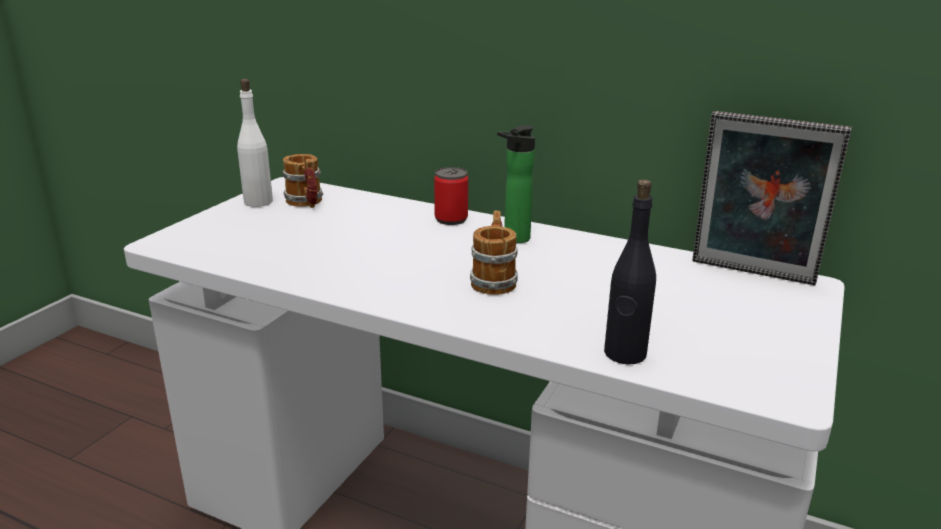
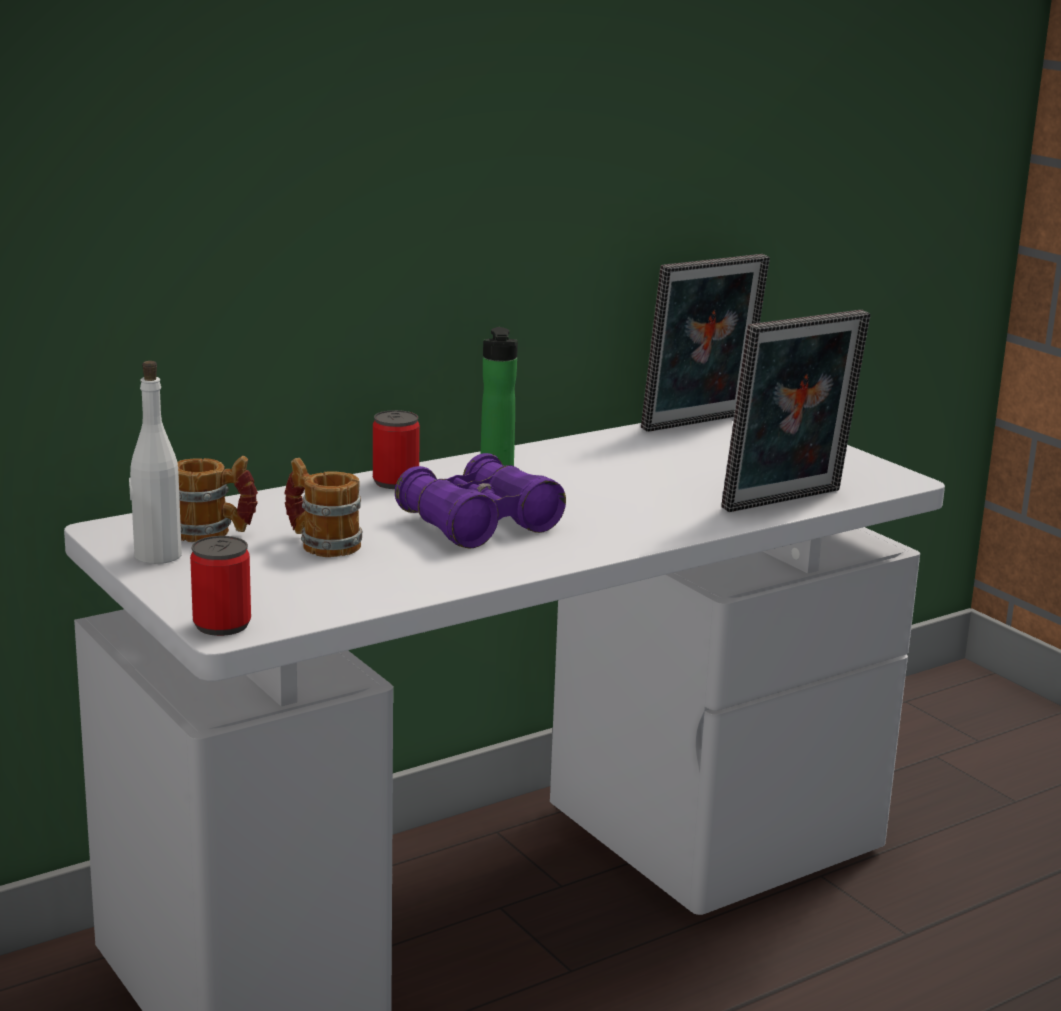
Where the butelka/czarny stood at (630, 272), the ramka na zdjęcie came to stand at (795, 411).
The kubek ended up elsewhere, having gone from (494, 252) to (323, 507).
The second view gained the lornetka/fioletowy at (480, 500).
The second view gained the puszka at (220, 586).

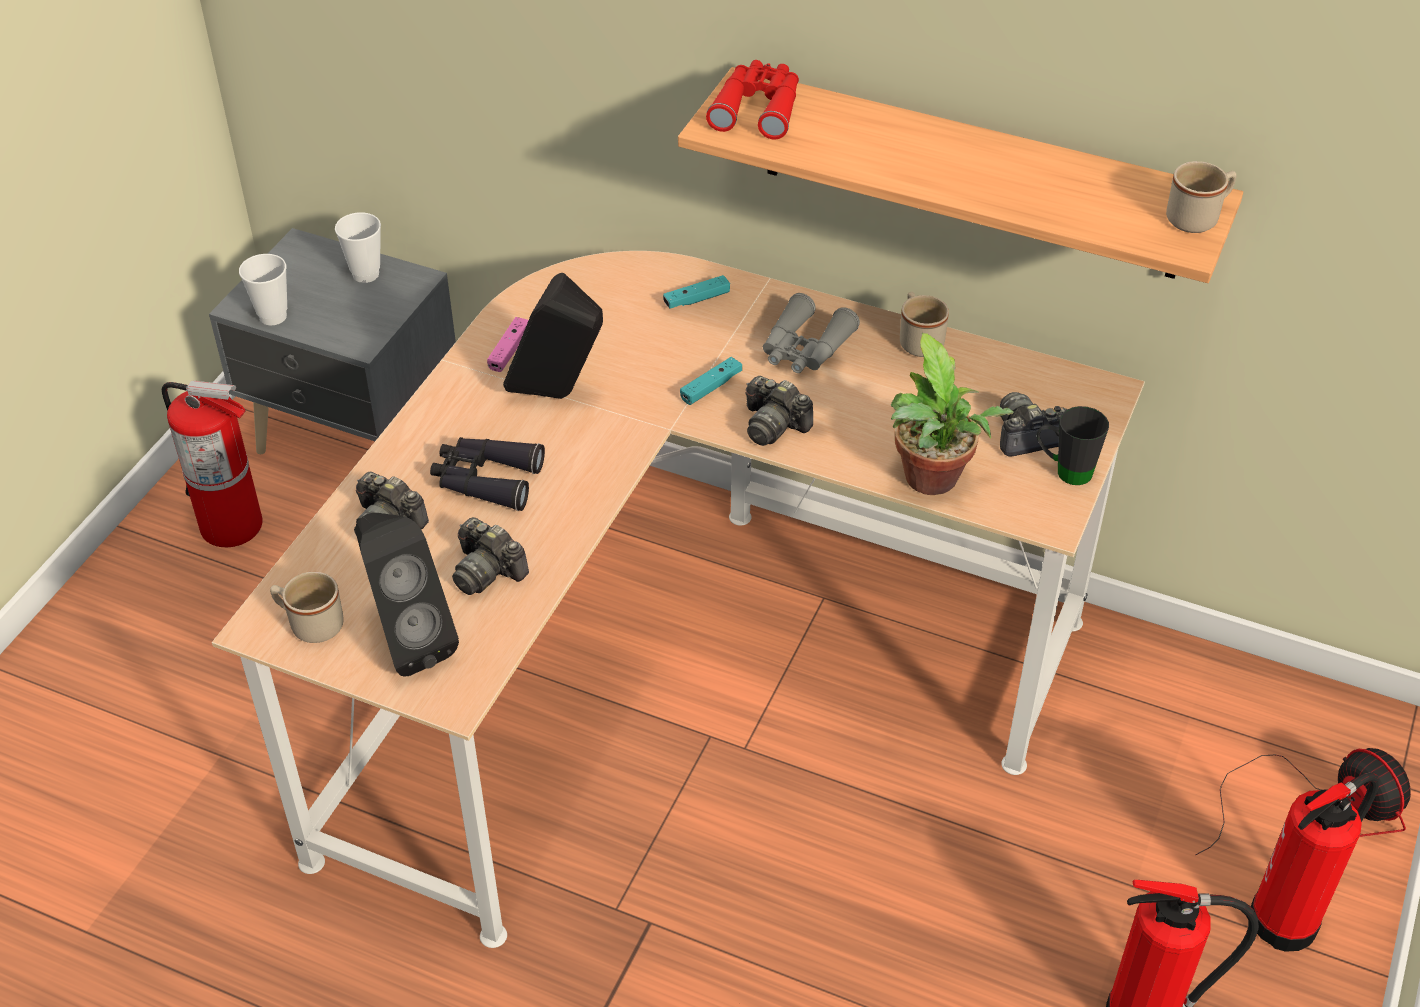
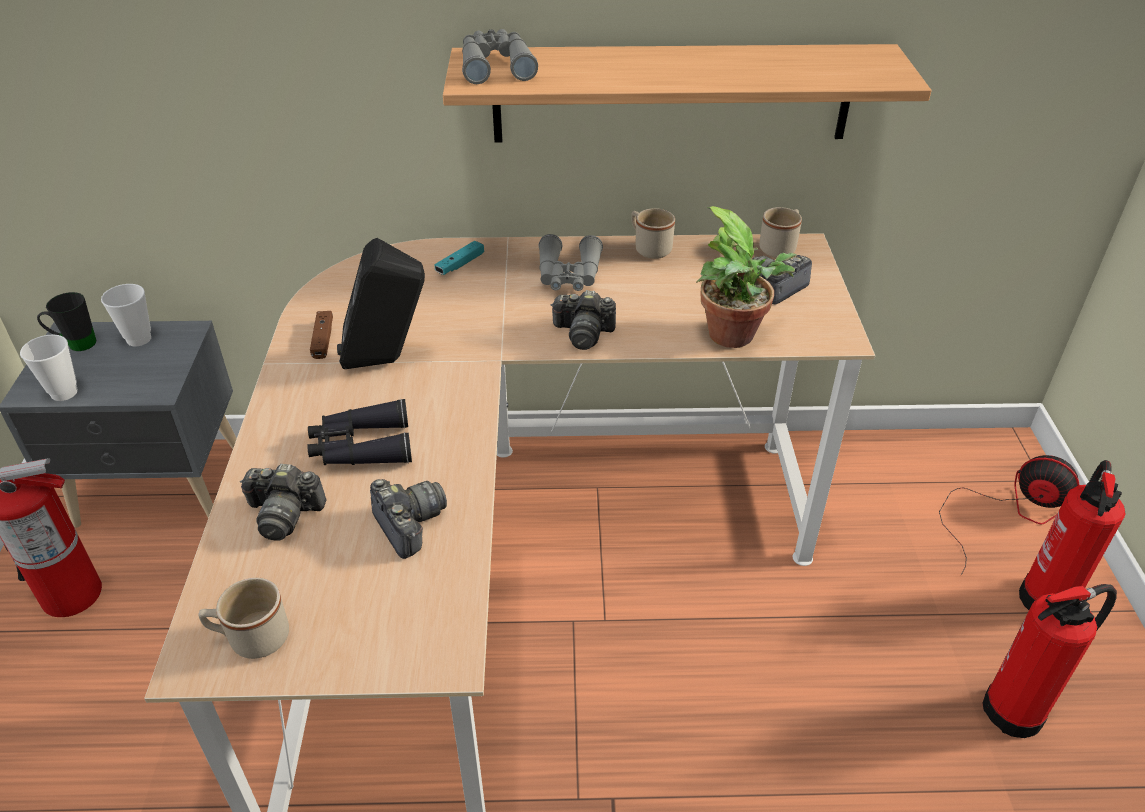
What was the lornetka/czerwony at (752, 100) turned into the lornetka/szary at (500, 56).
The kubek/beżowy ended up elsewhere, having gone from (1201, 197) to (780, 232).
What was the pad do gier/różowy at (507, 344) turned into the pad do gier/brązowy at (321, 335).
The second view lost the pad do gier/turkusowy at (711, 381).
The kubek/czarny ended up elsewhere, having gone from (1073, 445) to (66, 321).
The second view lost the głośnik/czarny at (407, 595).
The aparat fotograficzny at (490, 556) ended up facing another way, 135 degrees counterclockwise from before.

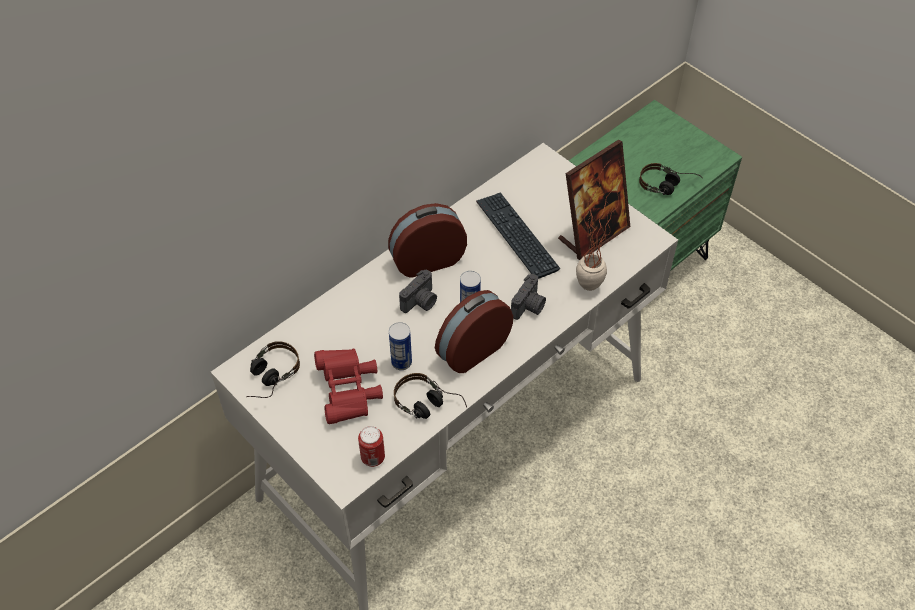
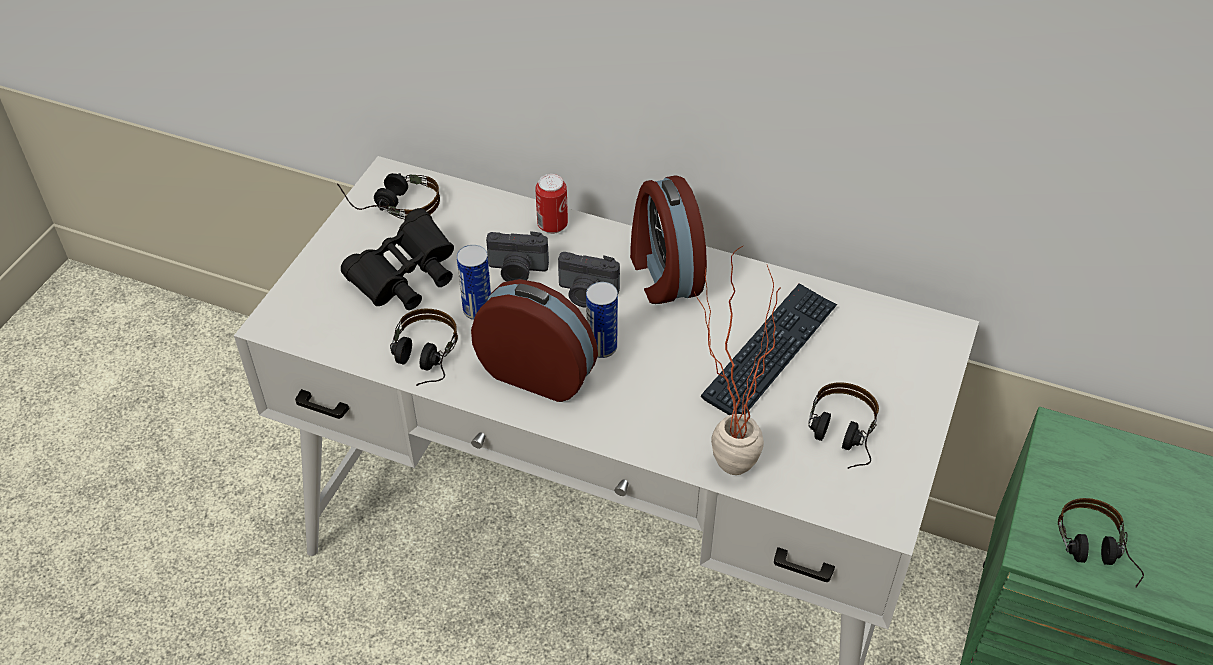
Where the ramka na zdjęcie stood at (594, 200), the słuchawki came to stand at (843, 425).
The budzik at (427, 240) ended up facing another way, 150 degrees counterclockwise from before.
The aparat fotograficzny ended up elsewhere, having gone from (528, 297) to (517, 256).
What was the lornetka/czerwony at (348, 386) turned into the lornetka/czarny at (397, 259).
The puszka ended up elsewhere, having gone from (371, 446) to (551, 204).

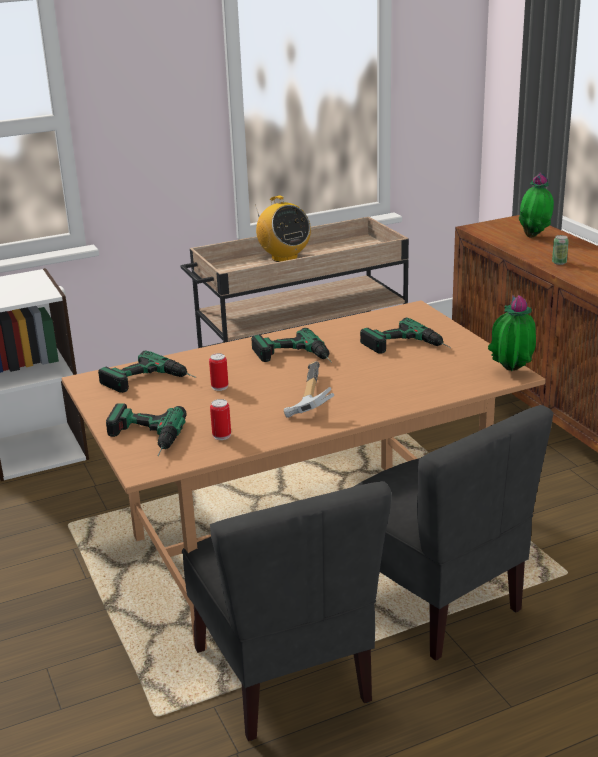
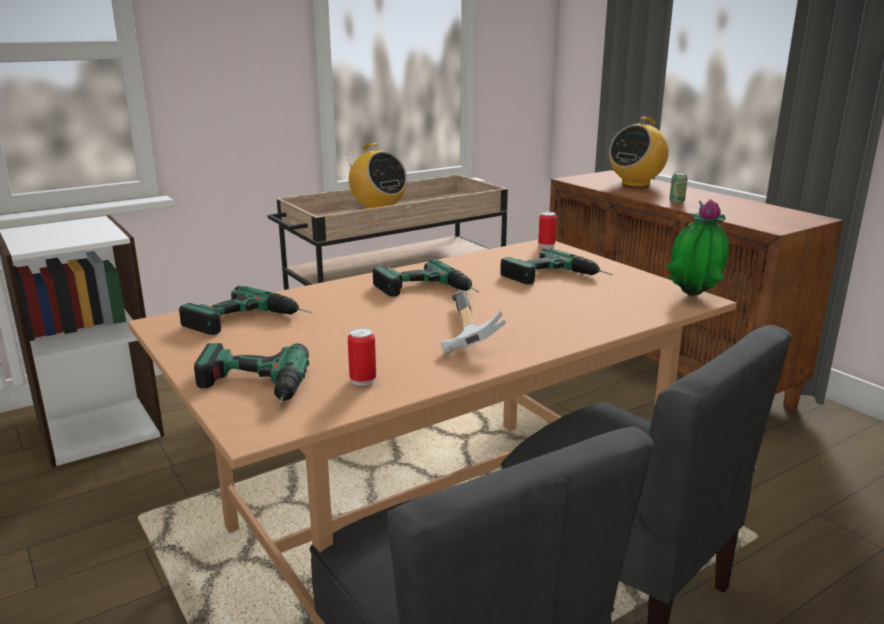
Where the roślina doniczkowa stood at (536, 205), the radio came to stand at (639, 152).
The puszka ended up elsewhere, having gone from (218, 372) to (547, 230).

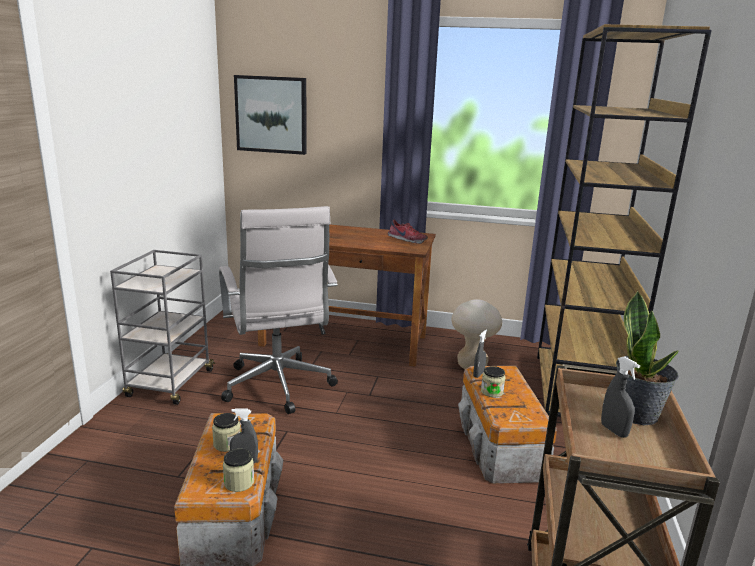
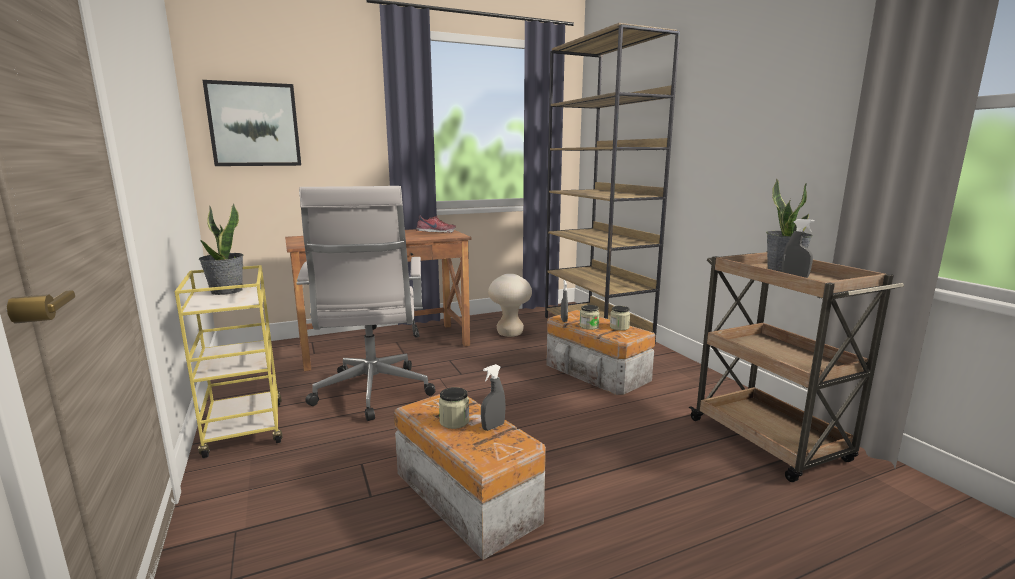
The krzesło biurowe/biały at (278, 310) ended up facing another way, 45 degrees clockwise from before.
What was the wózek/szary at (162, 327) turned into the wózek/żółty at (229, 361).
The słoik ended up elsewhere, having gone from (238, 470) to (620, 318).
The second view gained the roślina doniczkowa at (221, 249).

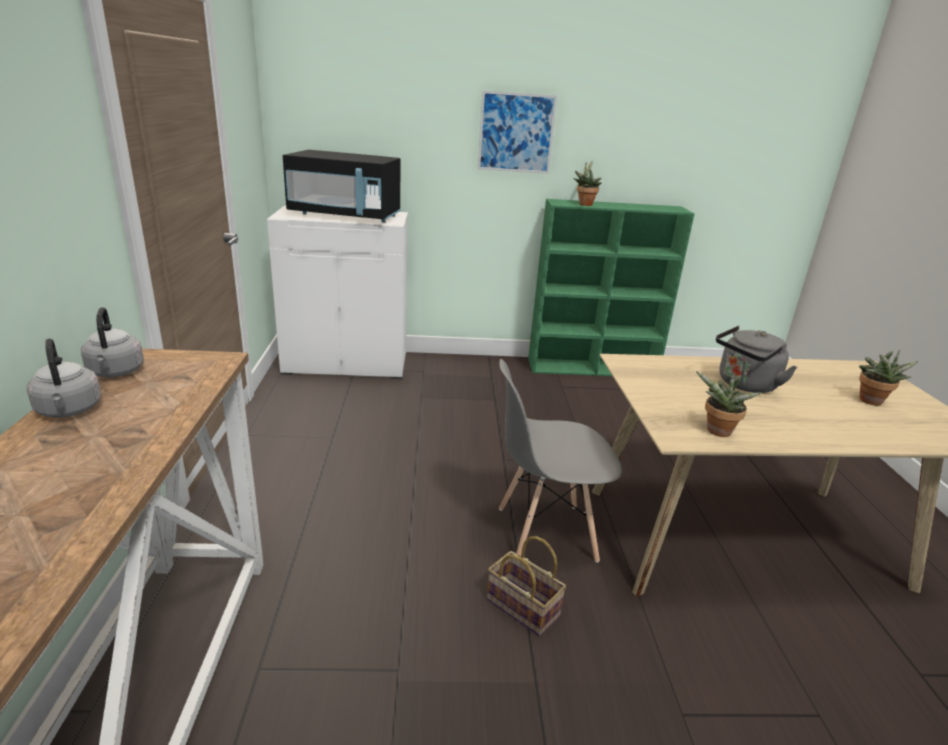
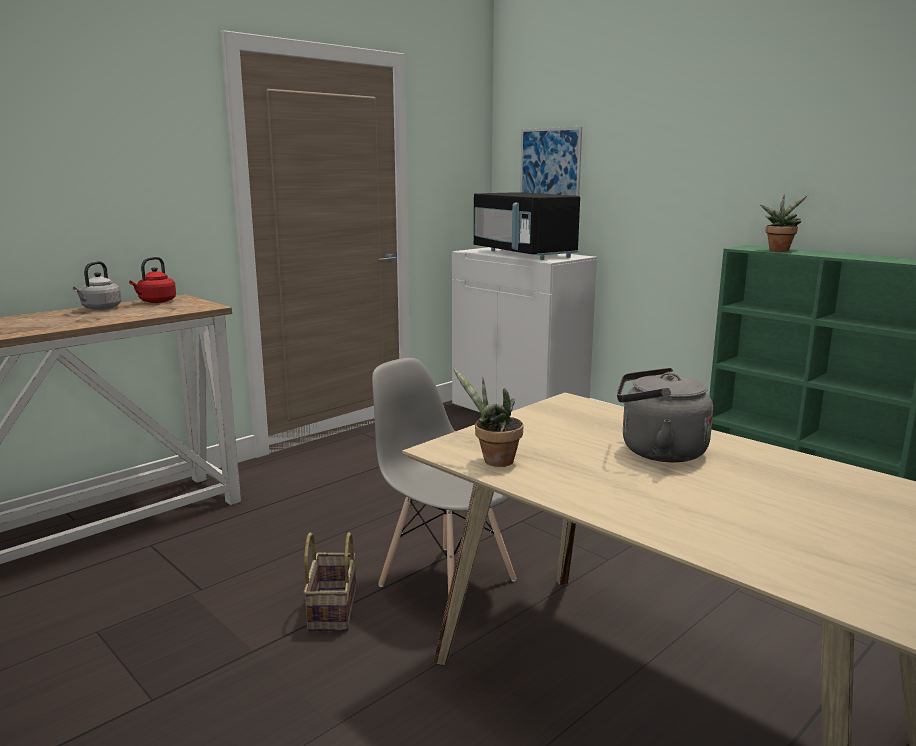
The obraz ended up elsewhere, having gone from (517, 132) to (551, 161).
What was the czajnik/szary at (112, 342) turned into the czajnik/czerwony at (152, 280).
The second view lost the roślina doniczkowa at (888, 378).

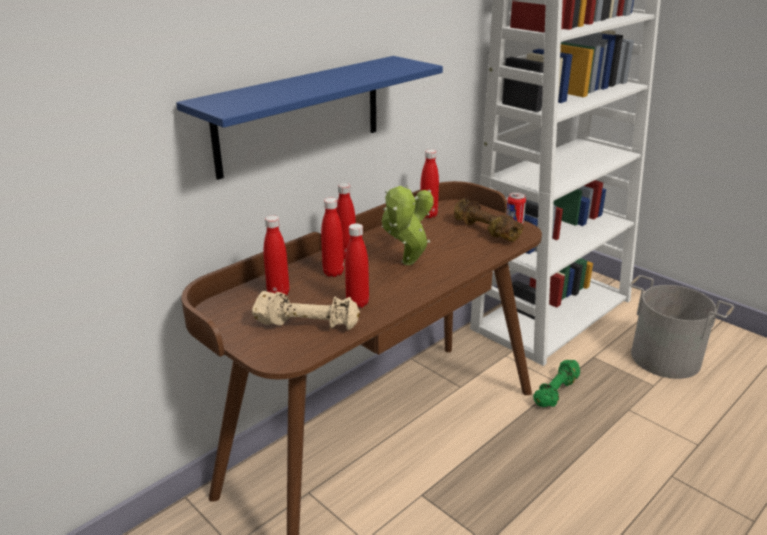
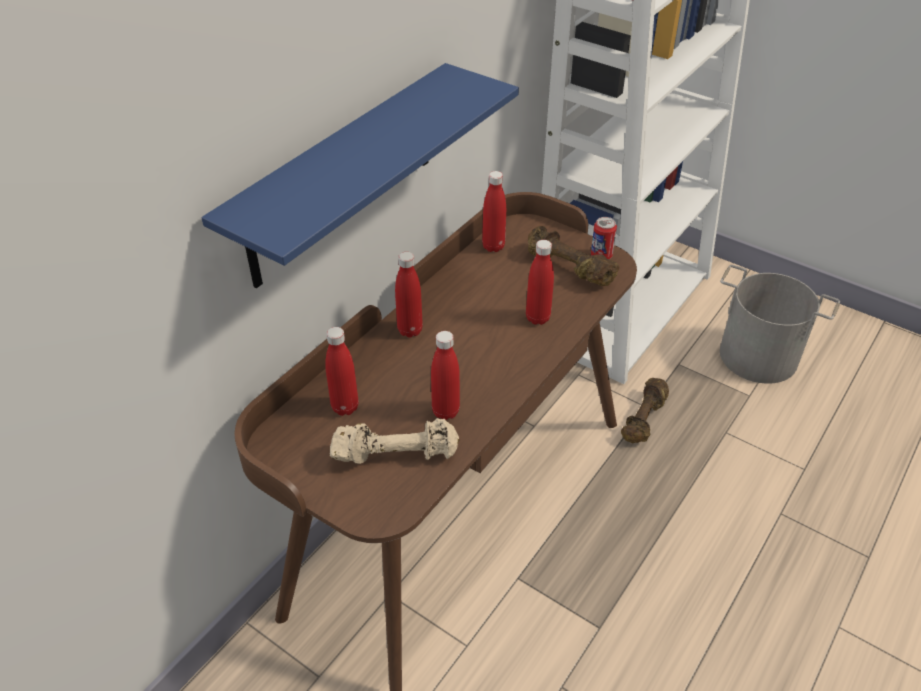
The second view lost the roślina doniczkowa at (408, 225).
The butelka/czerwony ended up elsewhere, having gone from (332, 237) to (540, 282).
What was the hantel/zielony at (556, 383) turned into the hantel/brązowy at (645, 410).

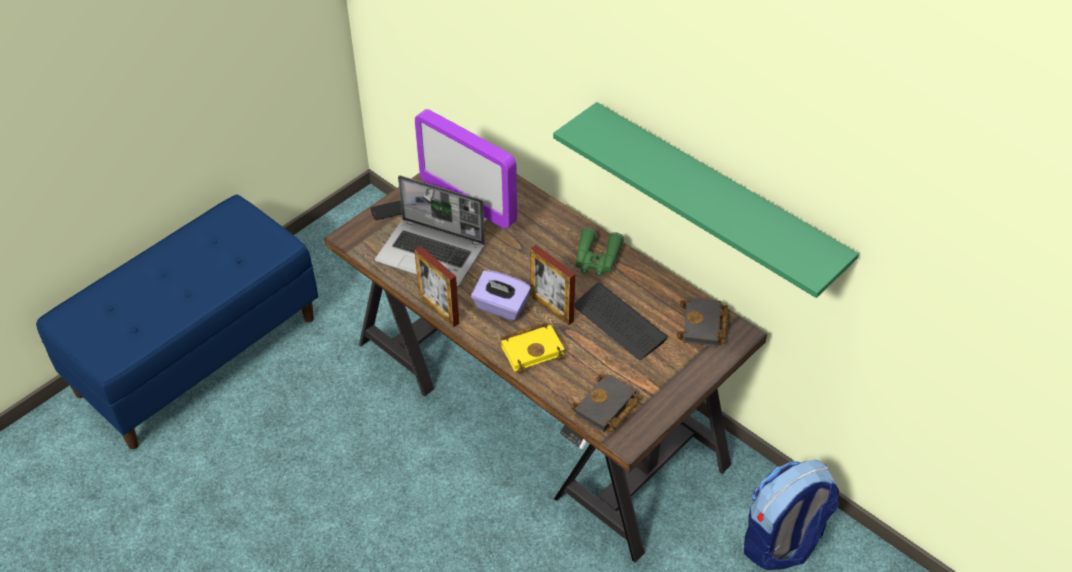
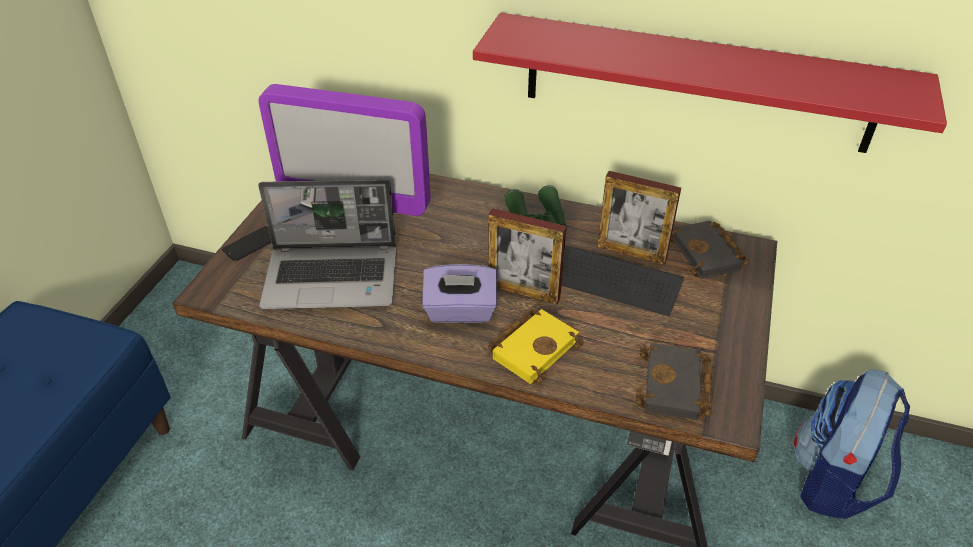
What was the półka/zielony at (706, 200) turned into the półka/czerwony at (710, 83).
The ramka na zdjęcie ended up elsewhere, having gone from (437, 286) to (639, 218).

